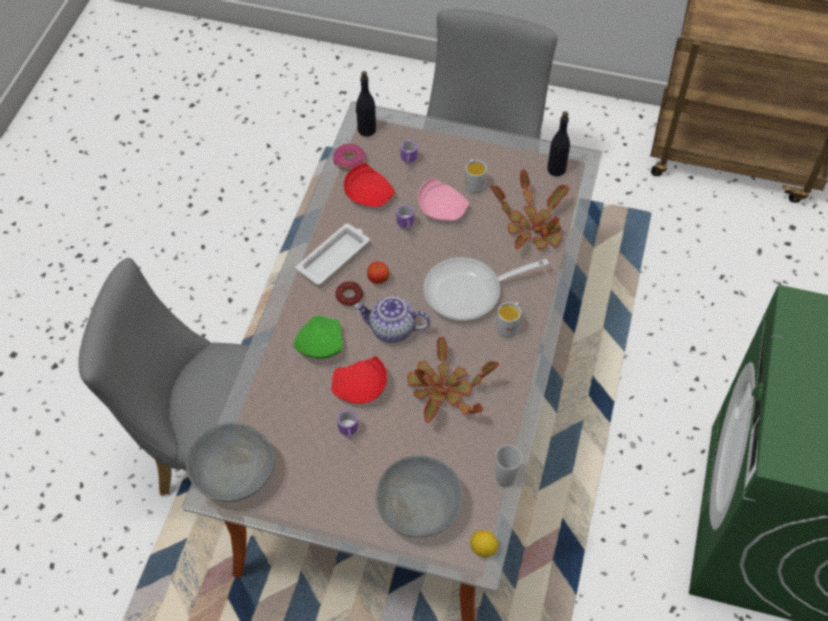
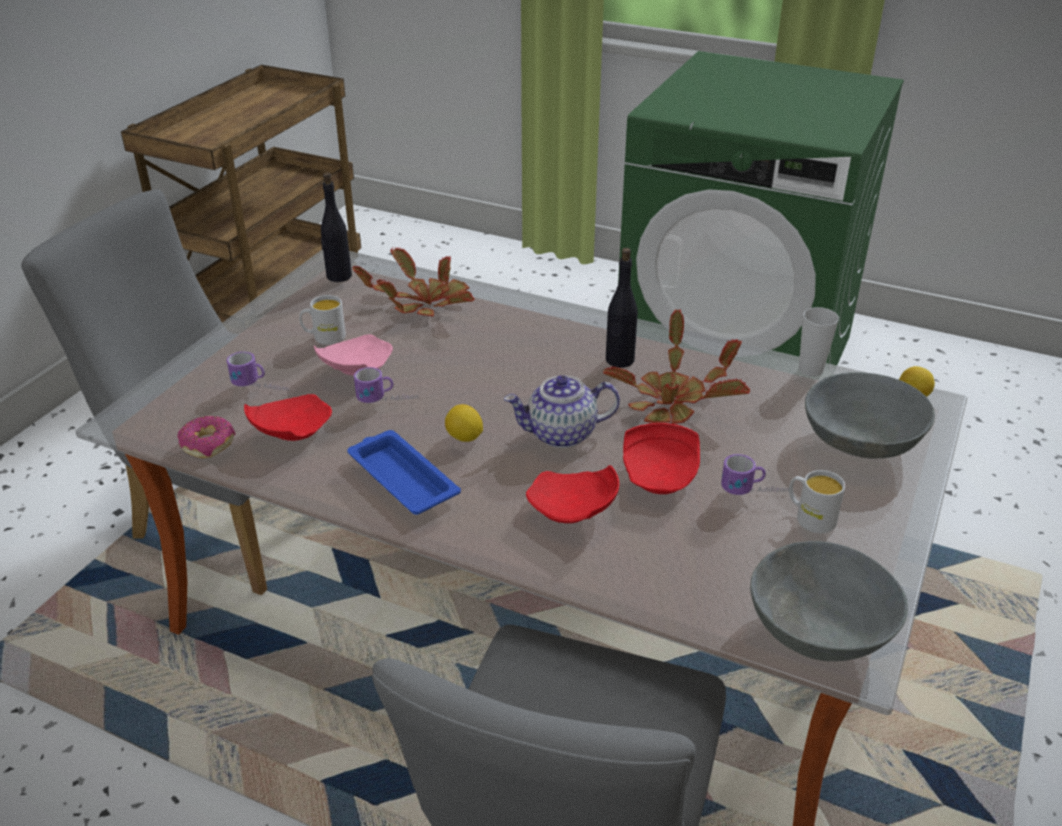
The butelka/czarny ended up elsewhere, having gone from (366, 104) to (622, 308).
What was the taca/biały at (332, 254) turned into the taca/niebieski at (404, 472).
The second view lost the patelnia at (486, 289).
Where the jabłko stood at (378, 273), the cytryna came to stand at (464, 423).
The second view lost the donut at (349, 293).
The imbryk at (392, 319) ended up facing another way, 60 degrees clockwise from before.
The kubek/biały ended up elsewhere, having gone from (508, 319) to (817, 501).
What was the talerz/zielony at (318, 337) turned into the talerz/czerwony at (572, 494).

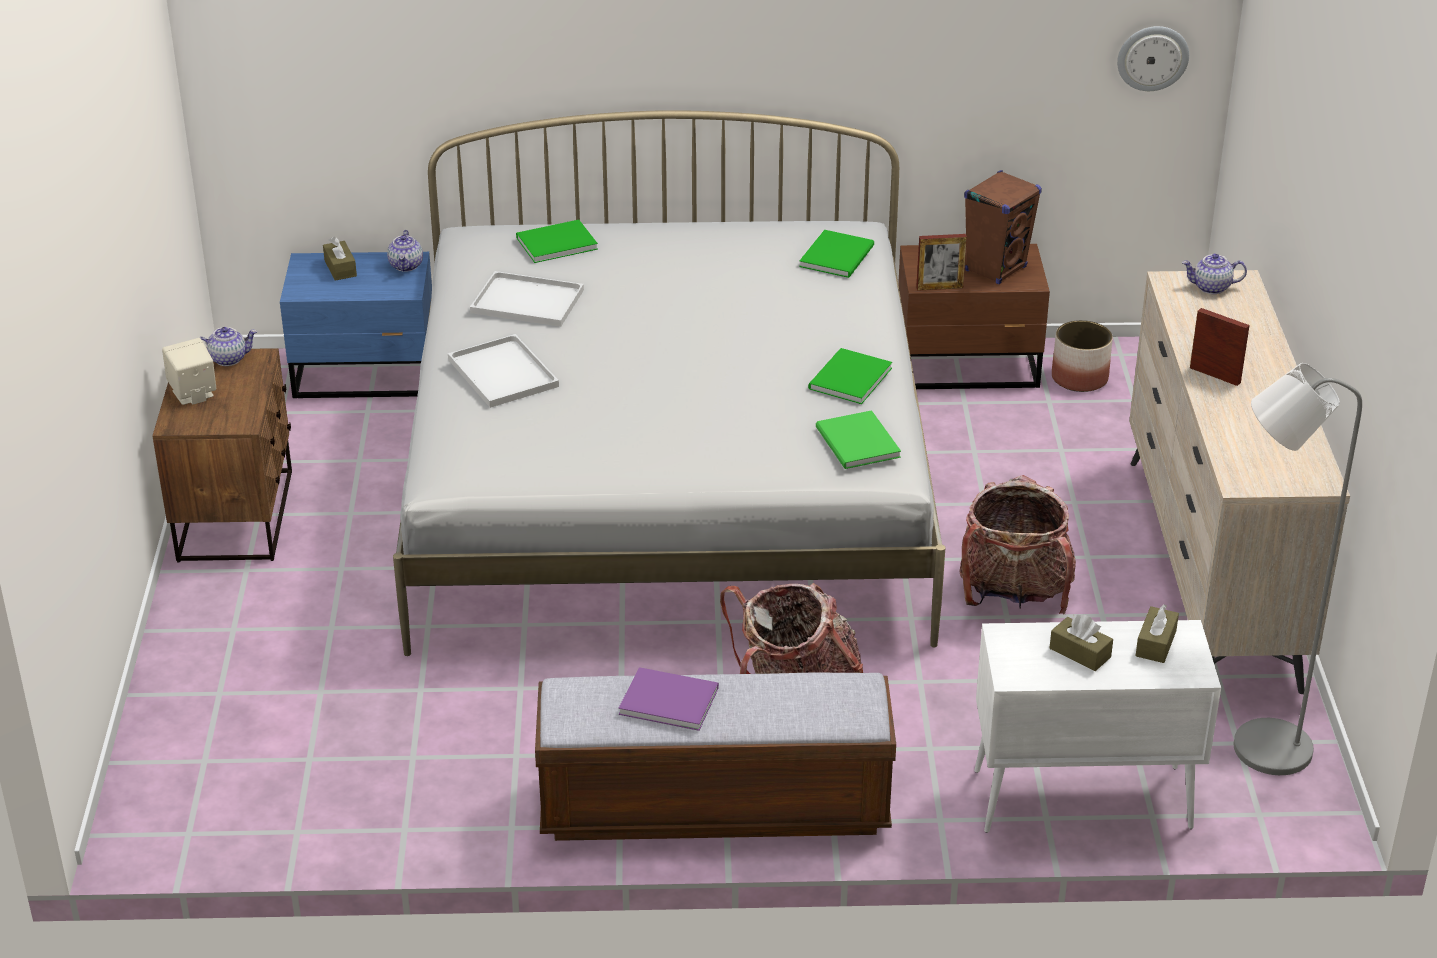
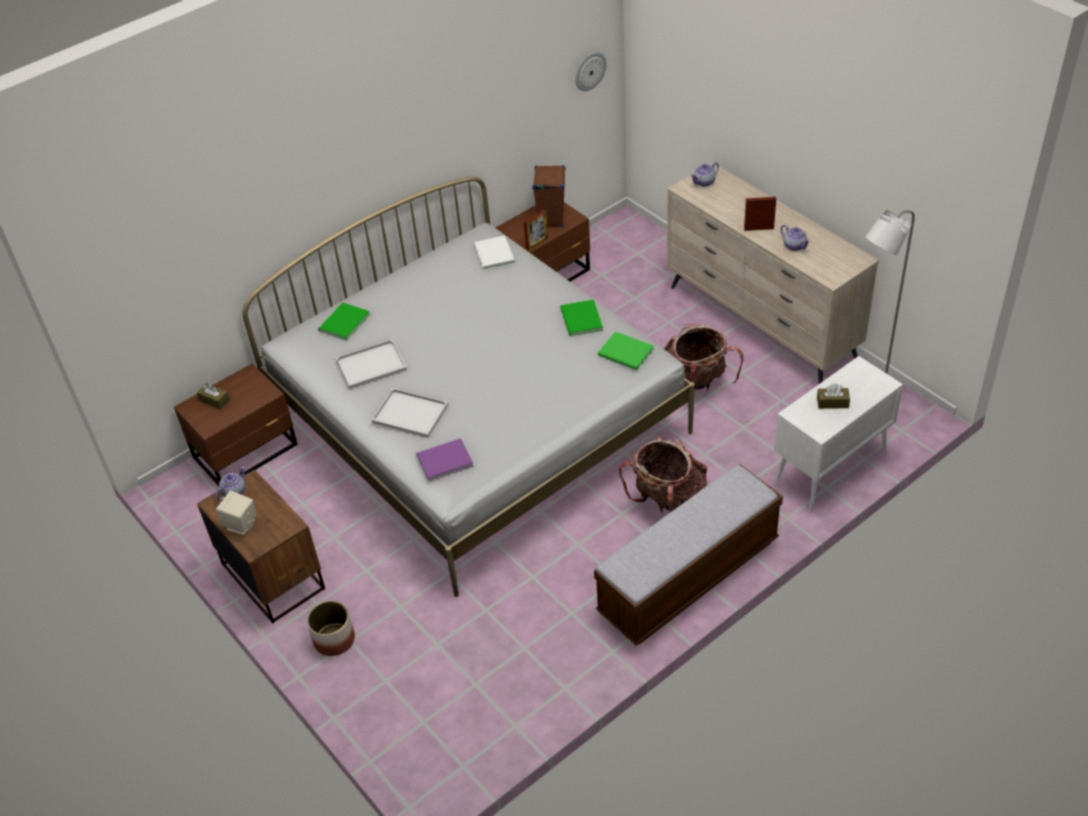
The imbryk ended up elsewhere, having gone from (405, 251) to (796, 238).
What was the książka/zielony at (836, 254) turned into the książka/biały at (494, 253).
What was the szafka nocna/niebieski at (356, 325) turned into the szafka nocna/brązowy at (236, 424).
The donica ended up elsewhere, having gone from (1082, 356) to (331, 628).
The second view lost the pudełko chusteczek/brązowy at (1157, 634).
The książka/fioletowy ended up elsewhere, having gone from (669, 699) to (444, 459).

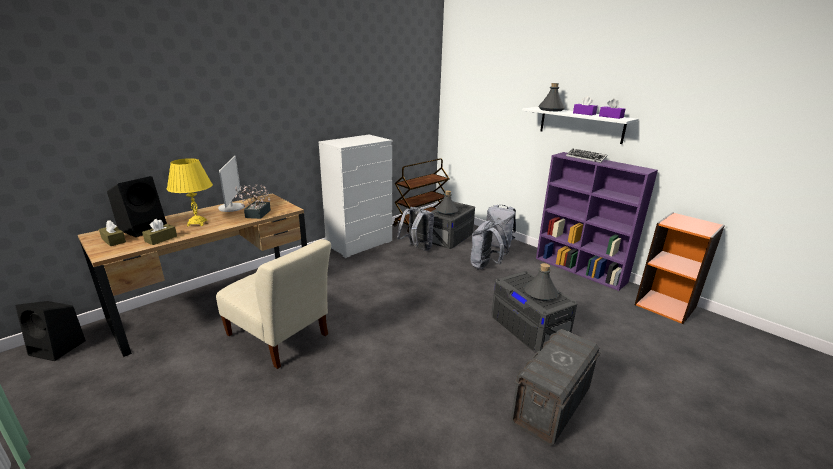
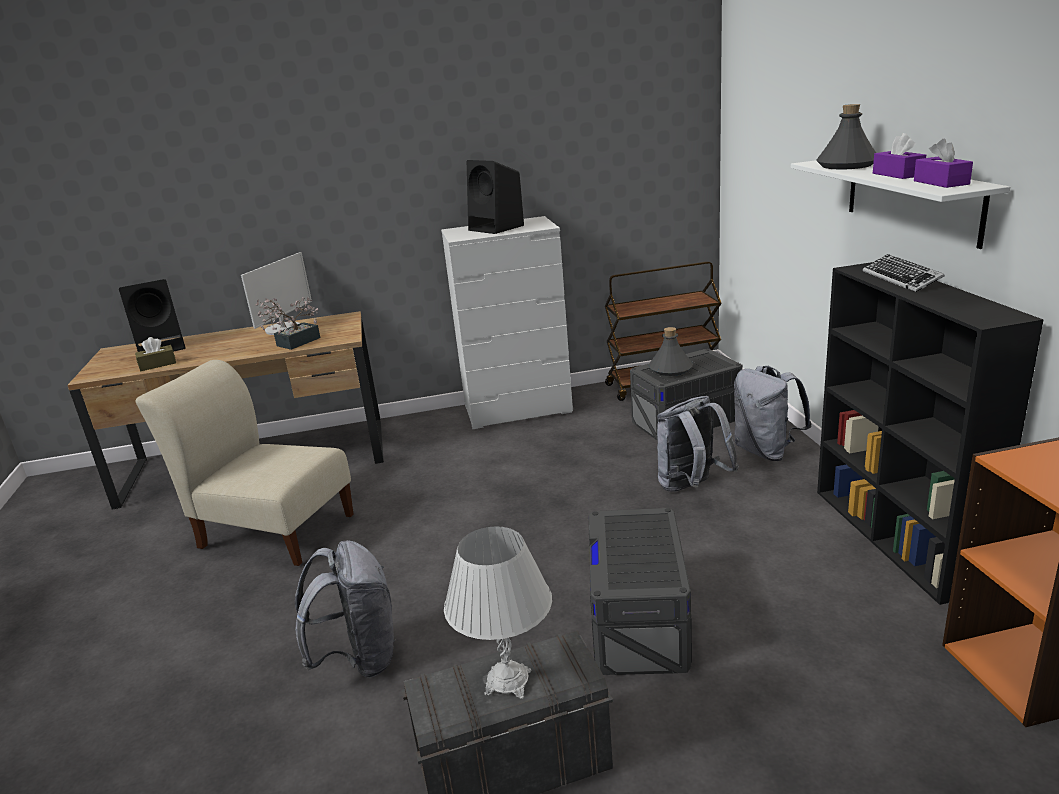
What was the regał/fioletowy at (597, 221) turned into the regał/czarny at (930, 433).
The second view lost the lampa stołowa/żółty at (190, 192).
The plecak/szary ended up elsewhere, having gone from (415, 229) to (345, 609).
The second view lost the pudełko chusteczek/brązowy at (112, 233).
The krzesło/beżowy at (273, 304) ended up facing another way, 135 degrees clockwise from before.
The second view lost the butelka/szary at (541, 282).
The głośnik/czarny ended up elsewhere, having gone from (50, 331) to (495, 197).
The second view gained the lampa stołowa/biały at (498, 612).

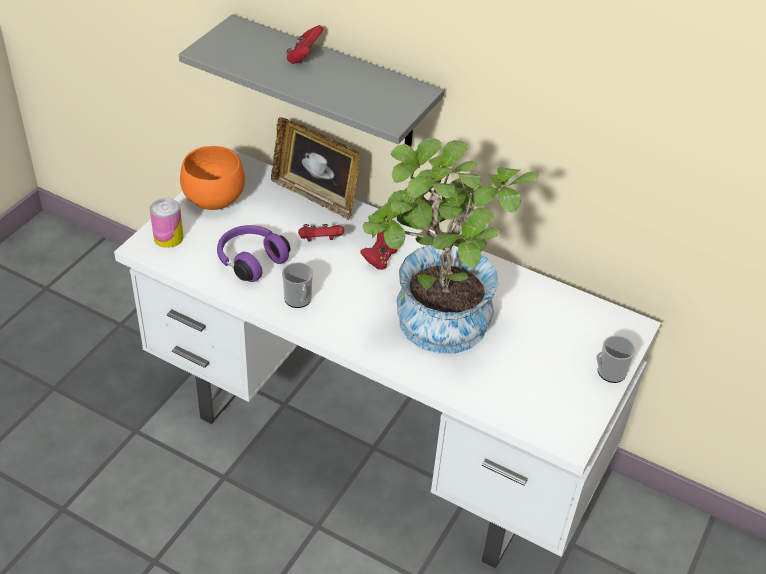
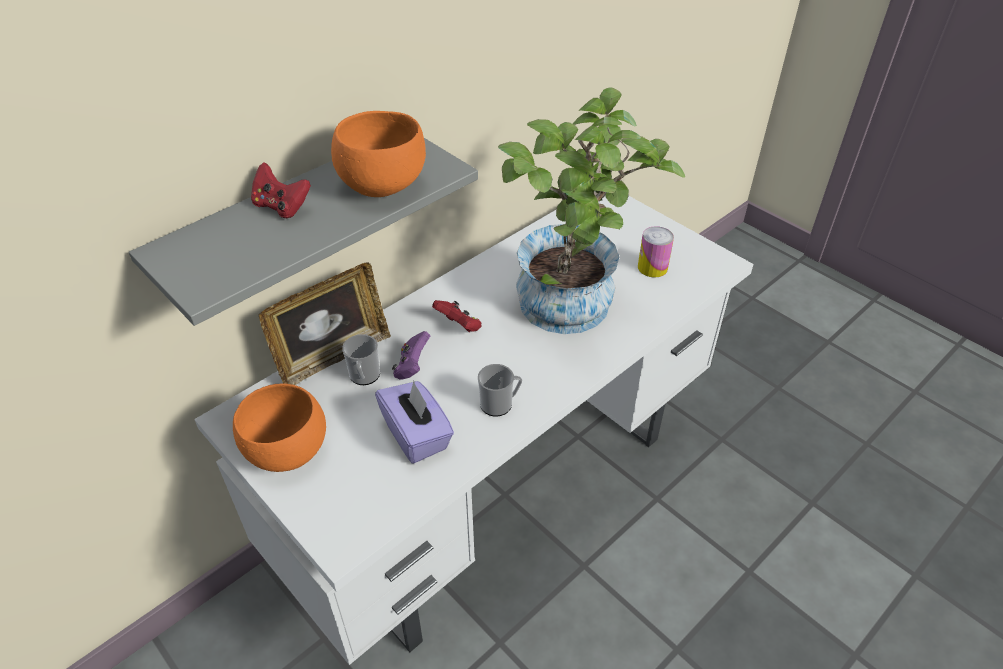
The puszka ended up elsewhere, having gone from (167, 223) to (656, 251).
What was the pad do gier/czerwony at (321, 233) turned into the pad do gier/fioletowy at (411, 355).
Where the słuchawki/fioletowy stood at (253, 253), the pudełko chusteczek/fioletowy came to stand at (414, 422).
The kubek ended up elsewhere, having gone from (616, 359) to (361, 359).
The second view gained the miska/pomarańczowy at (378, 154).

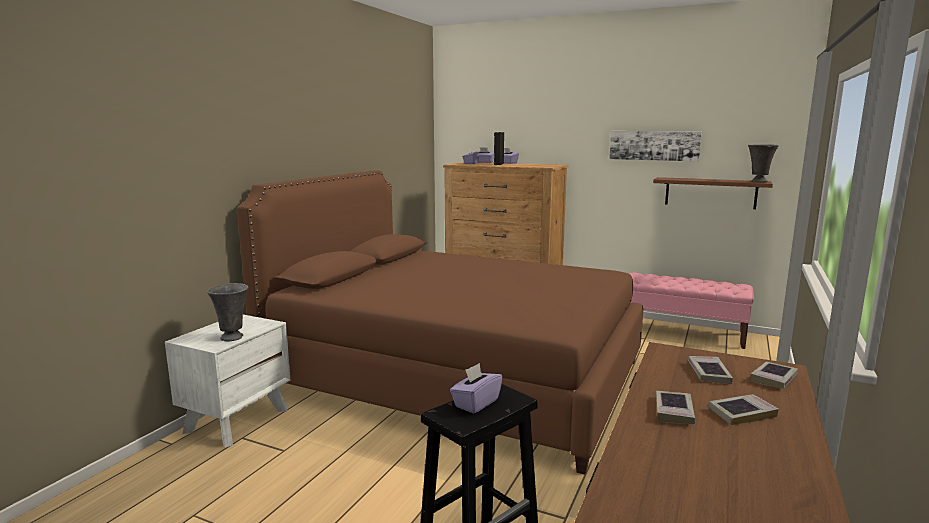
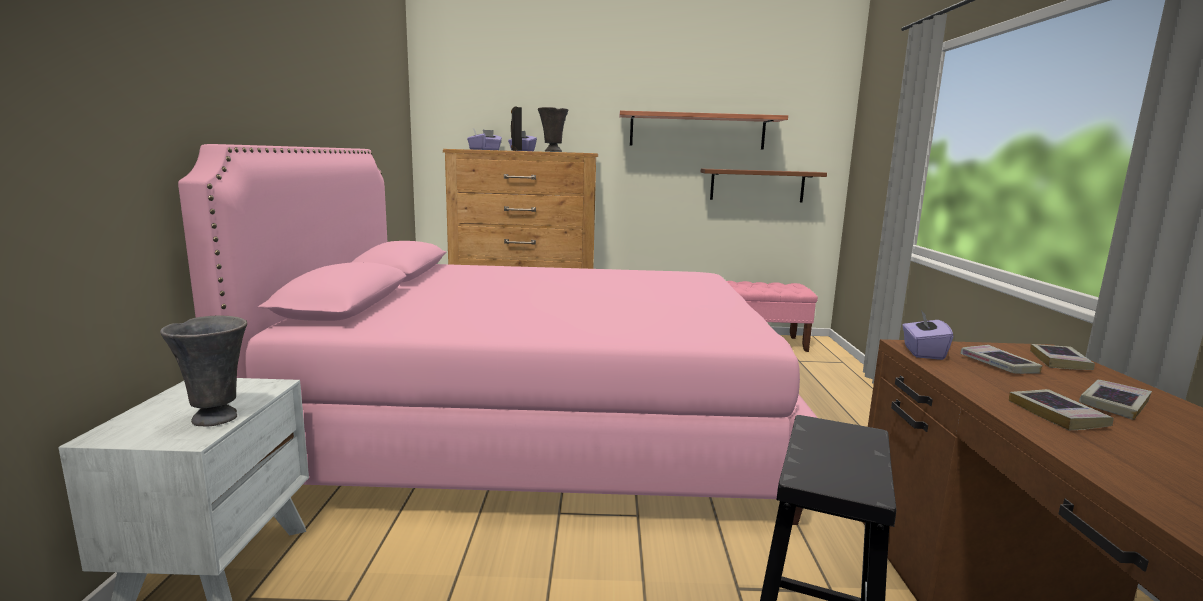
Where the obraz hung at (655, 146), the półka came to hang at (703, 129).
The wazon/szary ended up elsewhere, having gone from (763, 163) to (553, 129).
What was the łóżko/brązowy at (440, 322) turned into the łóżko/różowy at (498, 334).
The pudełko chusteczek/fioletowy ended up elsewhere, having gone from (476, 388) to (927, 335).

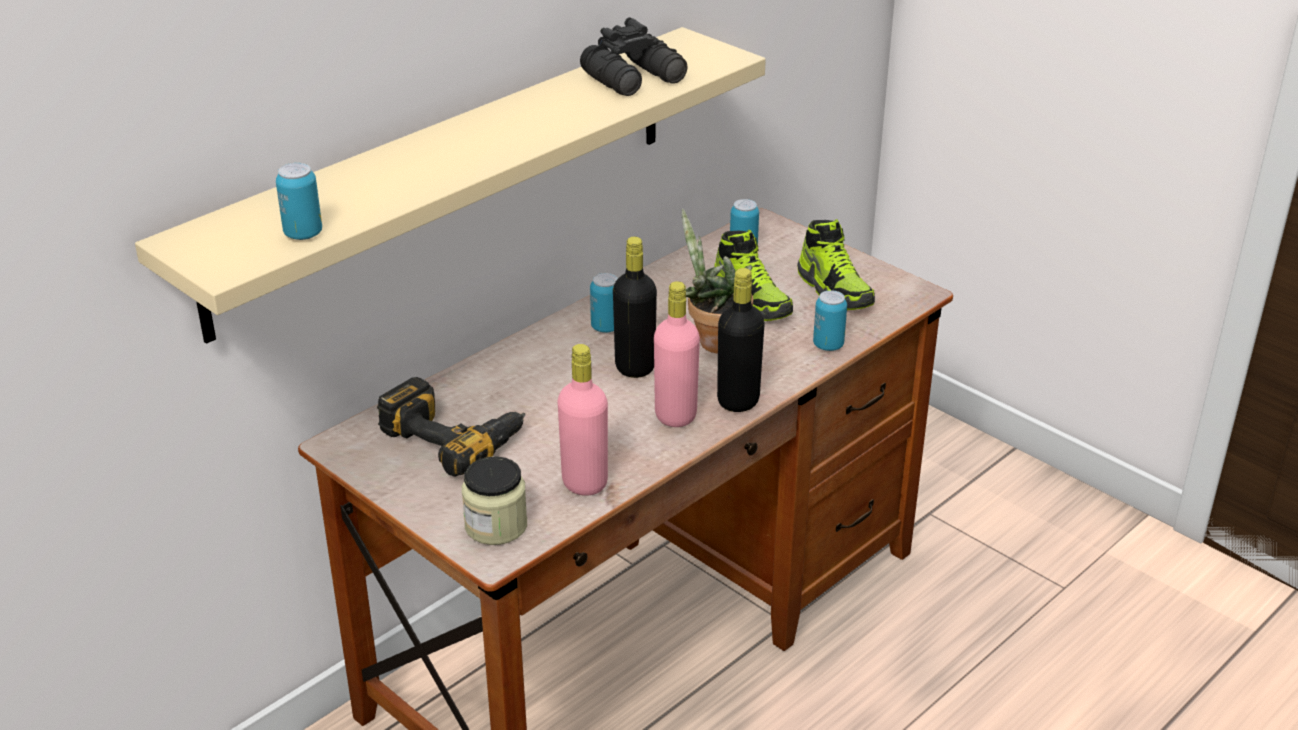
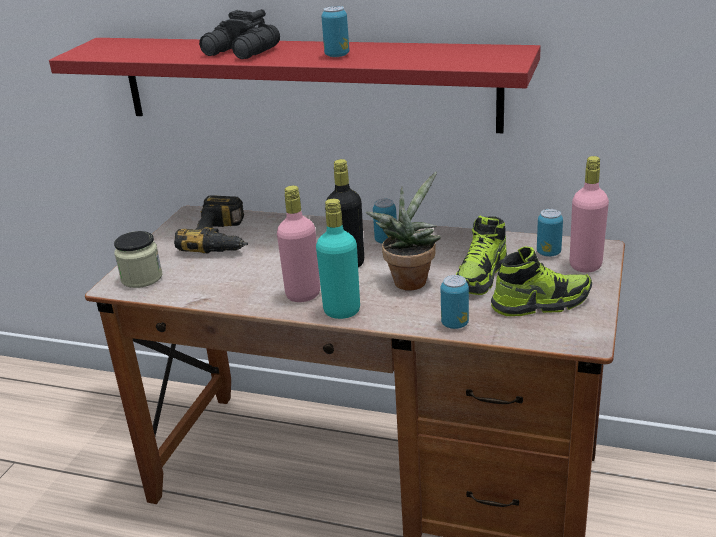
The lornetka/czarny ended up elsewhere, having gone from (634, 56) to (239, 34).
What was the półka/beżowy at (450, 185) turned into the półka/czerwony at (295, 85).
The puszka ended up elsewhere, having gone from (299, 201) to (335, 31).
The but at (836, 264) ended up facing another way, 135 degrees counterclockwise from before.
What was the butelka/czarny at (740, 340) turned into the butelka/turkusowy at (338, 259).
The butelka/różowy ended up elsewhere, having gone from (582, 420) to (589, 214).

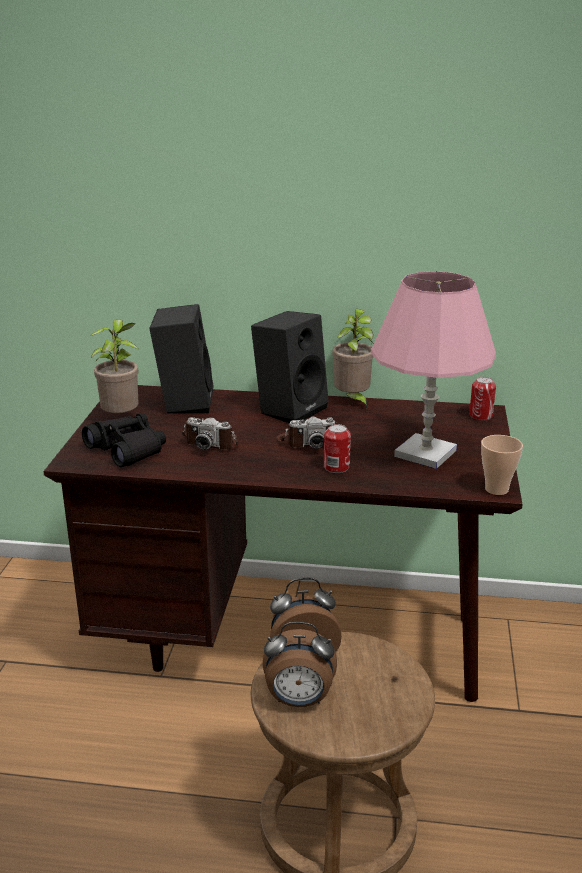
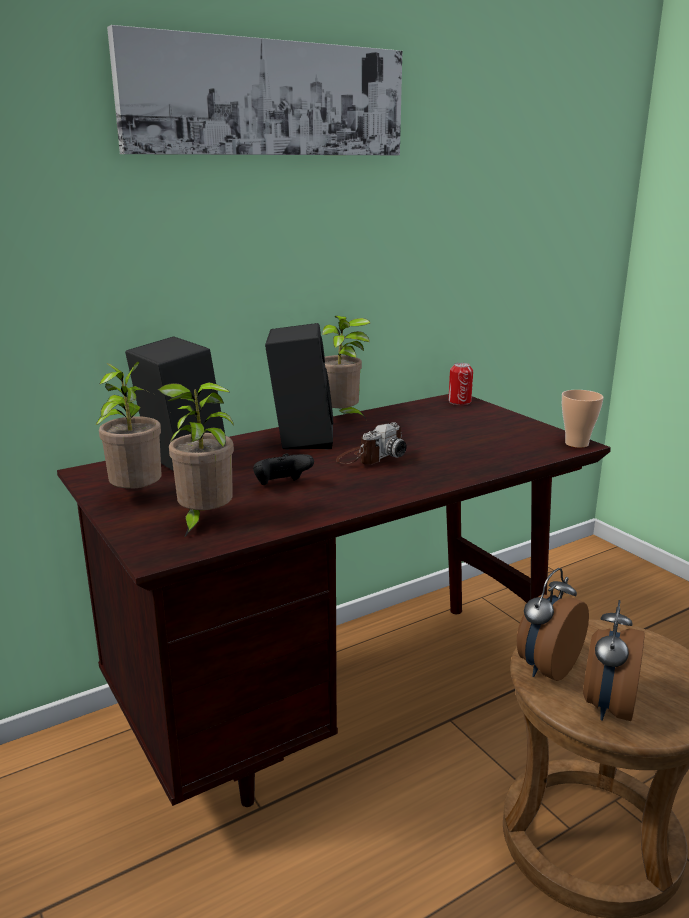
The second view lost the lampa stołowa/różowy at (433, 370).
Where the lornetka/czarny stood at (124, 440), the roślina doniczkowa came to stand at (196, 459).
Where the aparat fotograficzny stood at (209, 433), the pad do gier/czarny came to stand at (283, 469).
The second view lost the puszka at (337, 448).
The budzik at (299, 664) ended up facing another way, 150 degrees clockwise from before.
The second view gained the obraz at (254, 90).

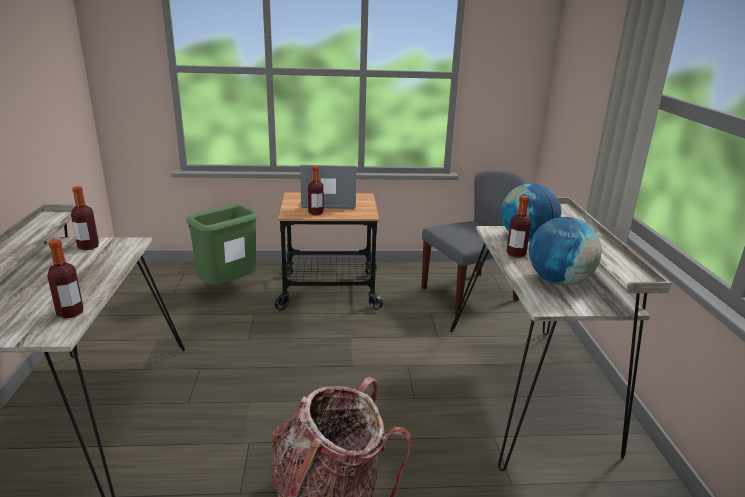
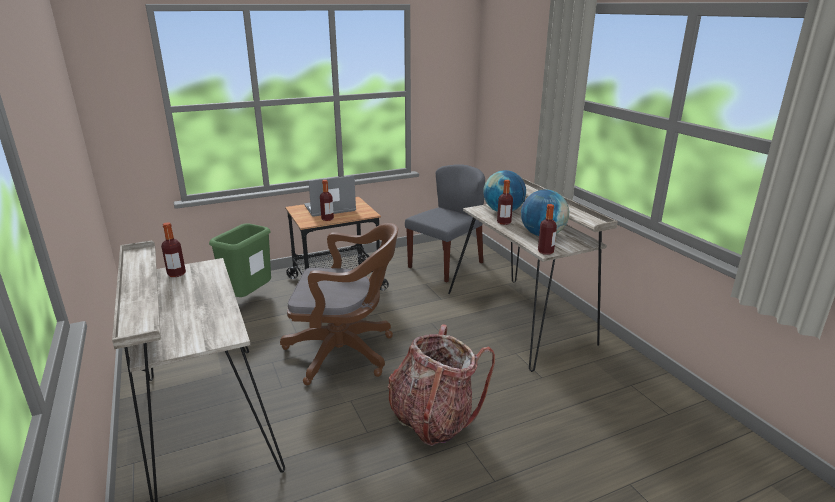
The butelka ended up elsewhere, having gone from (65, 279) to (547, 229).
The second view gained the krzesło biurowe/brązowy at (339, 304).

